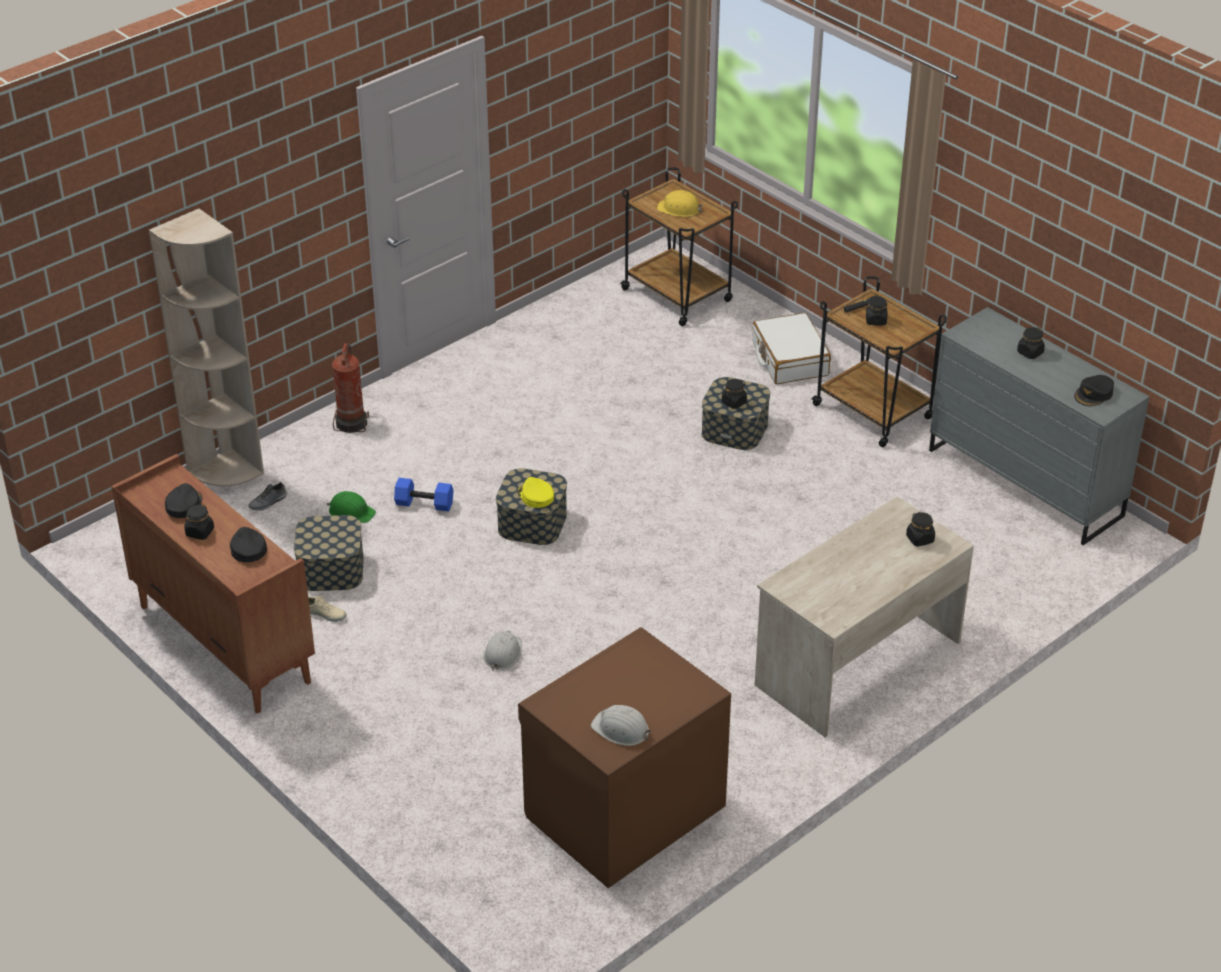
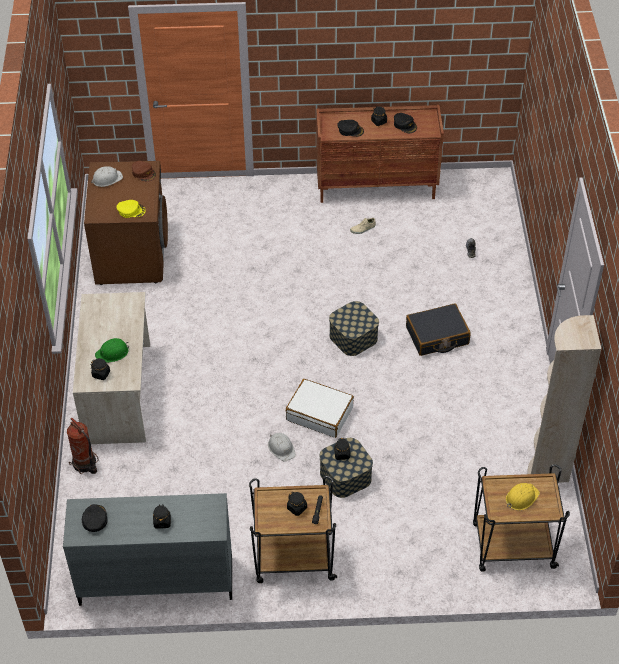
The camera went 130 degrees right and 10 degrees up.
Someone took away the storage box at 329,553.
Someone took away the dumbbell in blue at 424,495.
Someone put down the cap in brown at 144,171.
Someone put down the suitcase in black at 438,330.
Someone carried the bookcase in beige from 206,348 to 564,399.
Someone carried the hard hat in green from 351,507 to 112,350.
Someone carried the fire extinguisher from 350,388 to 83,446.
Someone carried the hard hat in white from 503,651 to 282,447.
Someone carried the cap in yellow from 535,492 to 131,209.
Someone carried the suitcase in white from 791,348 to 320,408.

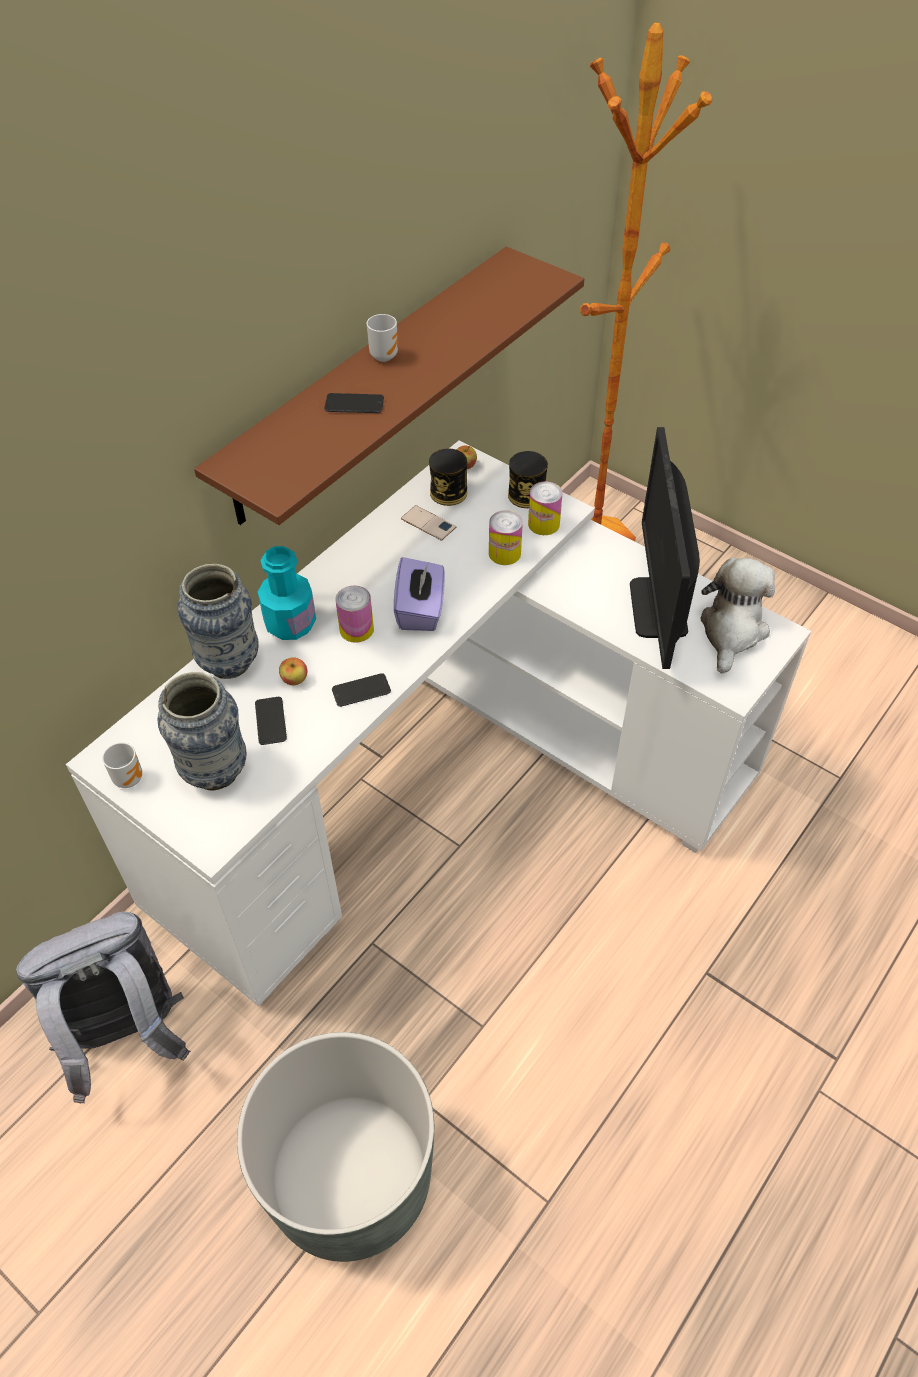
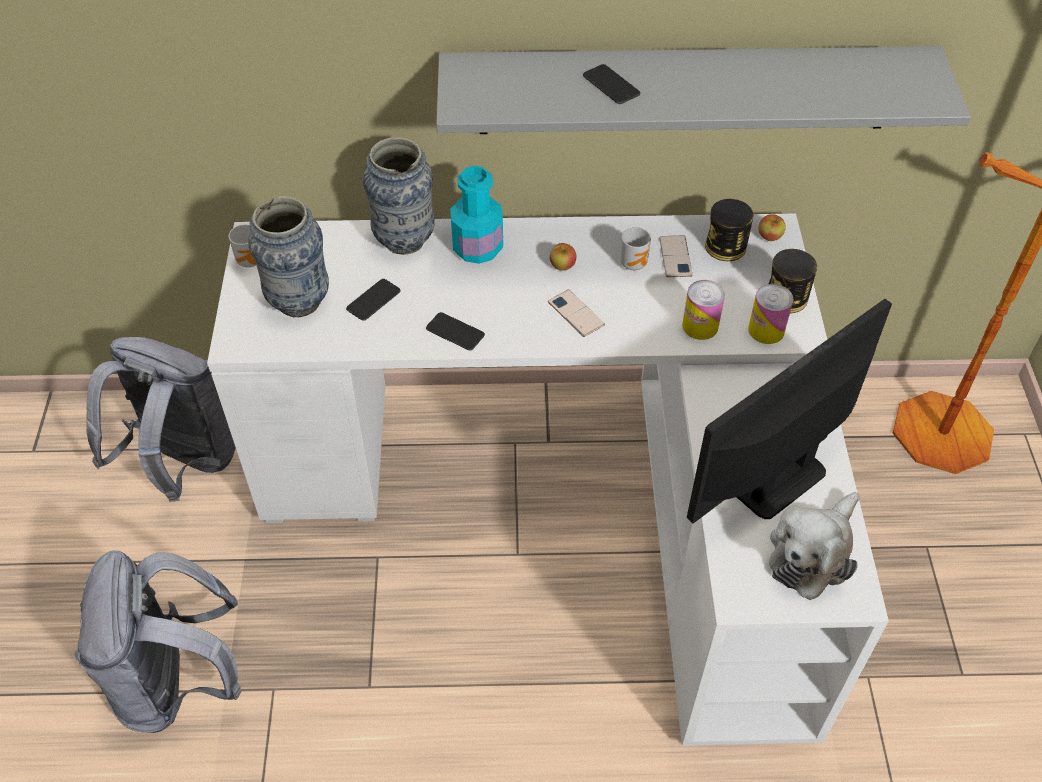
The camera went 50 degrees right and 0 degrees up.
Someone took away the can at 354,614.
Someone carried the apple from 293,671 to 563,257.
Someone carried the mug from 382,338 to 635,248.
Someone swapped the planter in grey at 335,1147 for the backpack in grey at 157,641.
Someone swapped the tissue box in purple at 419,594 for the phone at 576,313.
Someone repainted the shelf in brown at 389,385, which became the shelf in grey at 703,90.
Someone rotated the plush toy at 737,616 by 150 degrees clockwise.

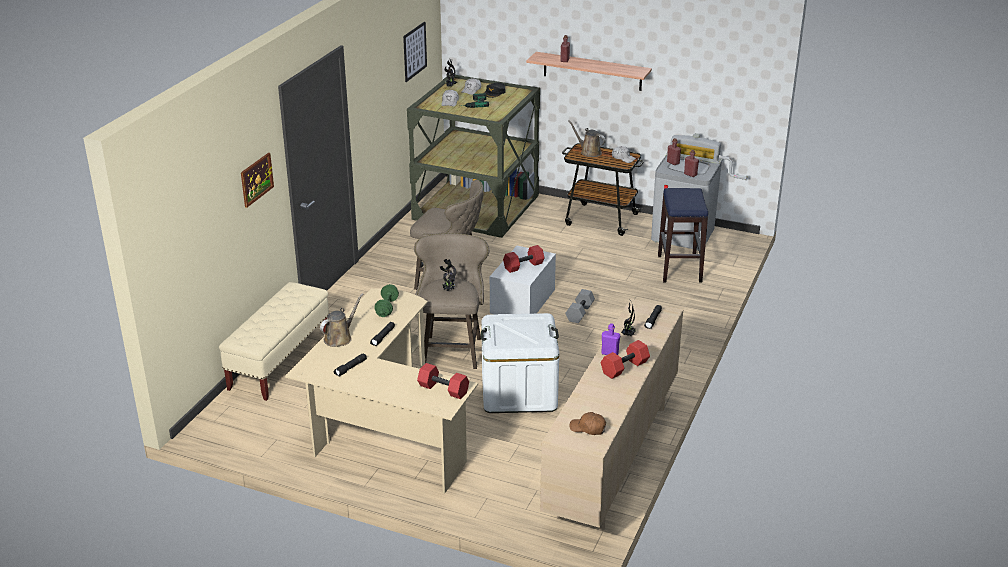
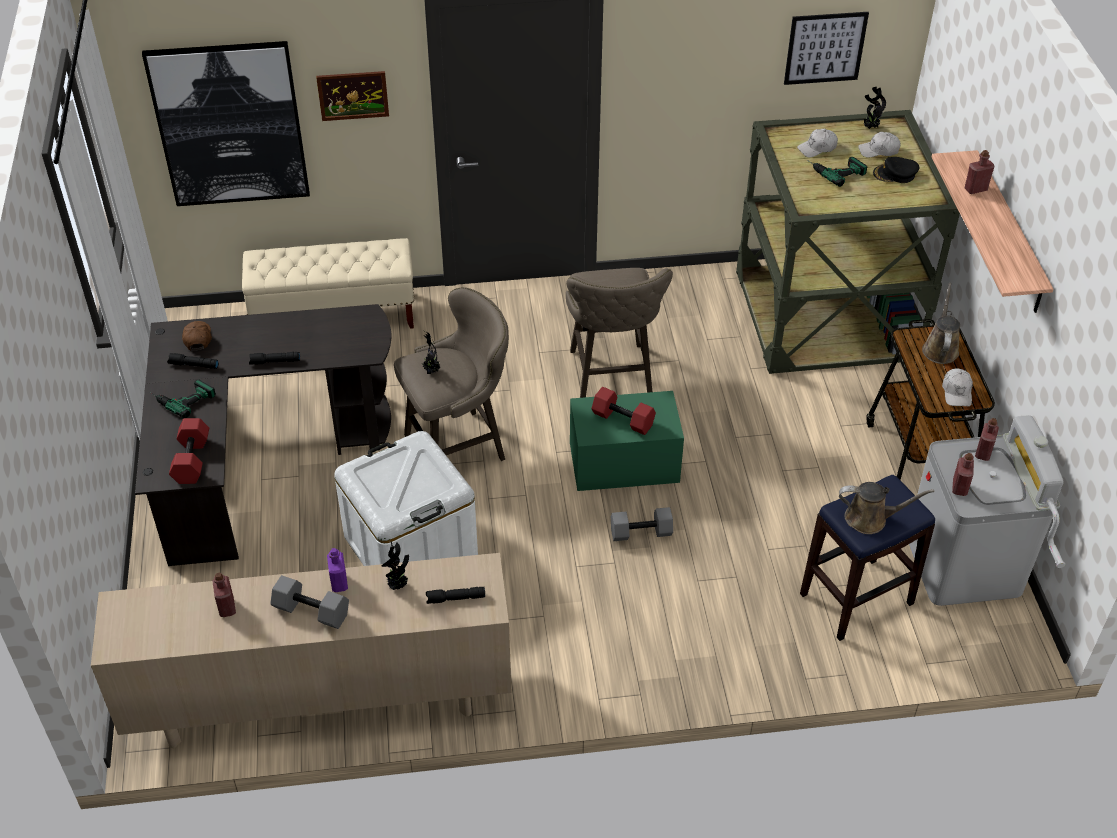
The camera went 60 degrees right and 15 degrees up.
Someone took away the dumbbell in green at 387,300.
Someone put up the picture at 226,123.
Someone put down the power drill at 183,398.
Someone put down the bottle in red at 224,595.
Someone carried the watering can in brown from 341,320 to 886,508.
Someone carried the cap in brown from 588,423 to 197,336.
Someone repainted the desk in beige at 381,391, which became the desk in black at 263,435.
Someone repainted the storage box in white at 523,280, which became the storage box in green at 627,441.
Someone repainted the dumbbell in red at 625,359, which became the dumbbell in grey at 309,602.

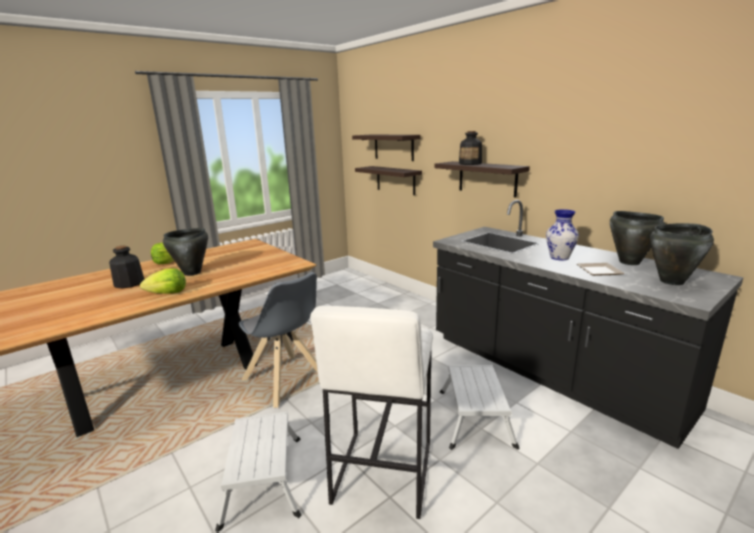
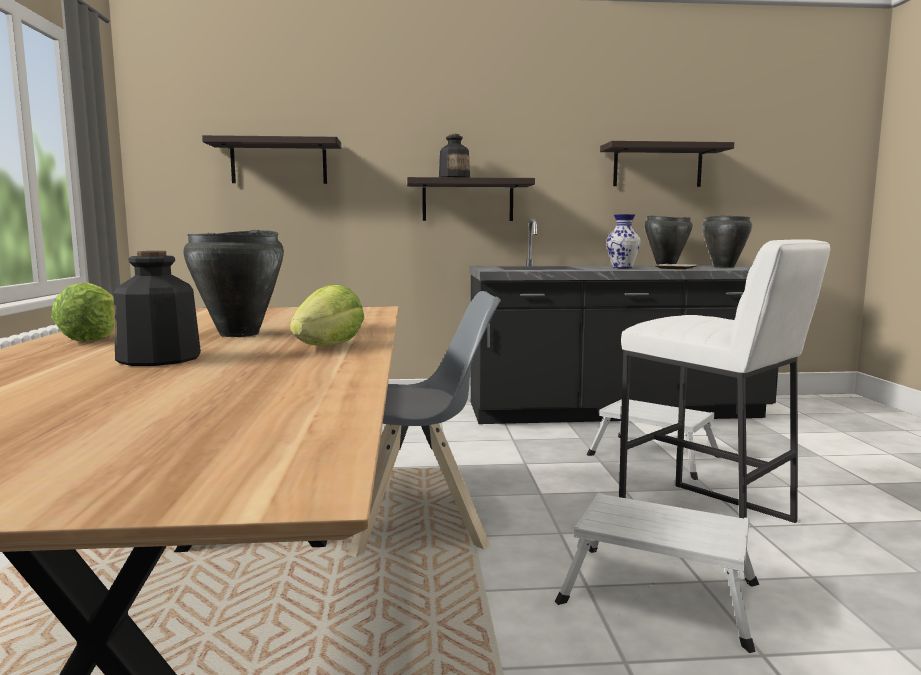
The camera went 55 degrees left and 10 degrees down.
Someone carried the shelf from 388,180 to 667,164.

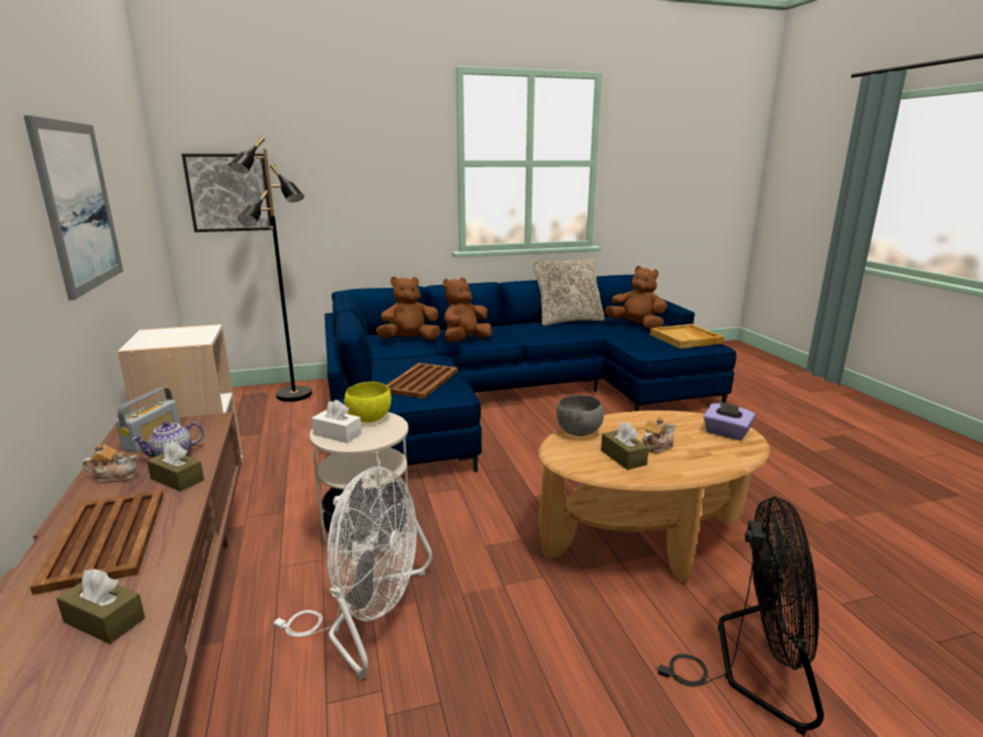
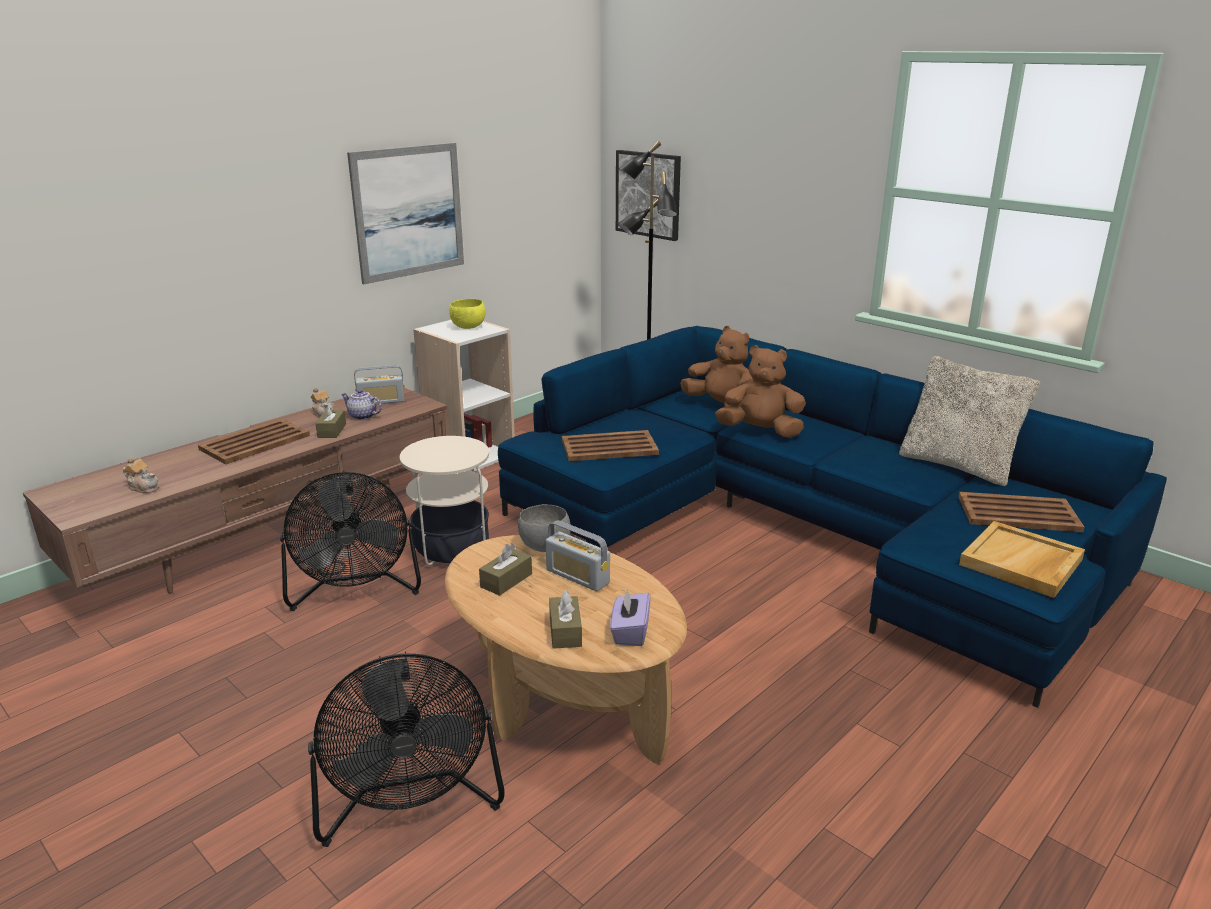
The camera went 60 degrees right and 5 degrees up.
Someone took away the tissue box in white at 337,421.
Someone put down the radio at 578,555.
Someone carried the tissue box in brown from 100,606 to 565,619.
Someone carried the bowl in yellow from 367,402 to 467,314.
Someone carried the teapot from 659,435 to 141,475.
Someone swapped the plush toy in brown at 636,297 for the tray in brown at 1021,512.
Someone repainted the fan in white at 352,573, which became the fan in black at 350,541.

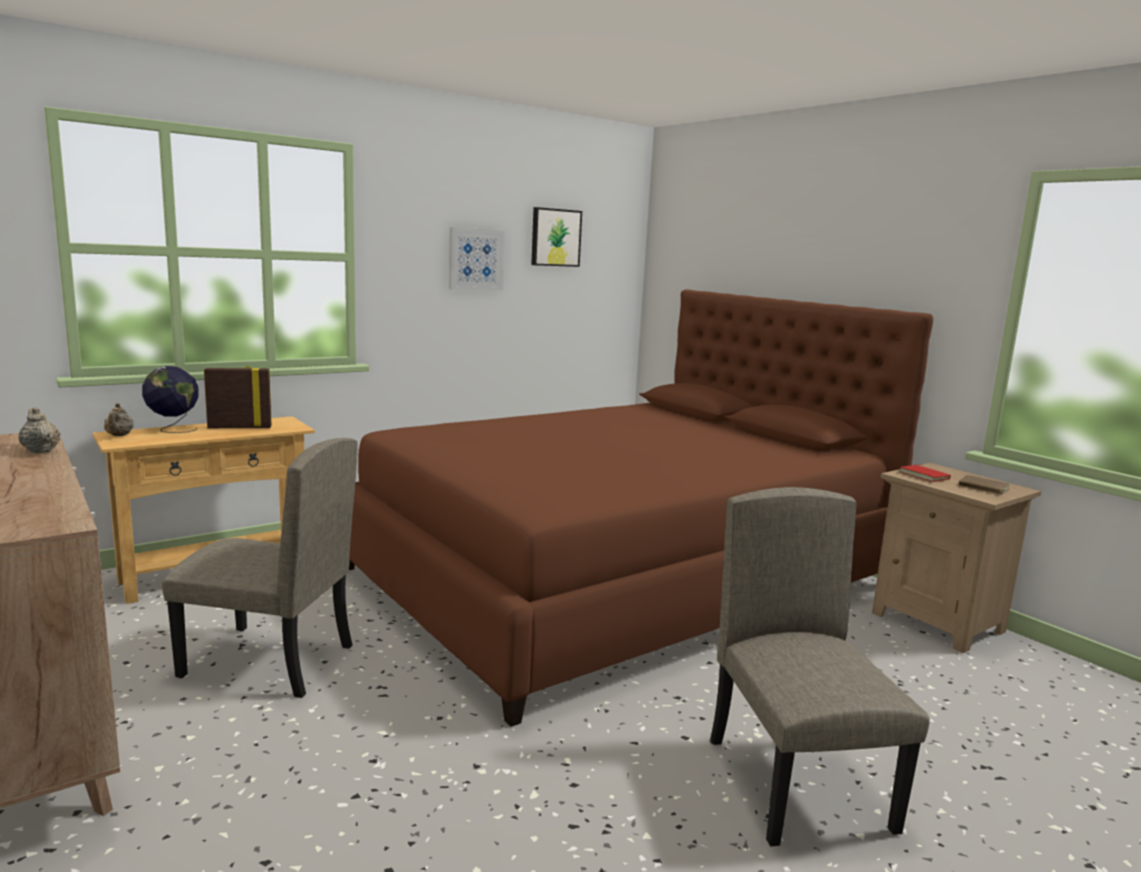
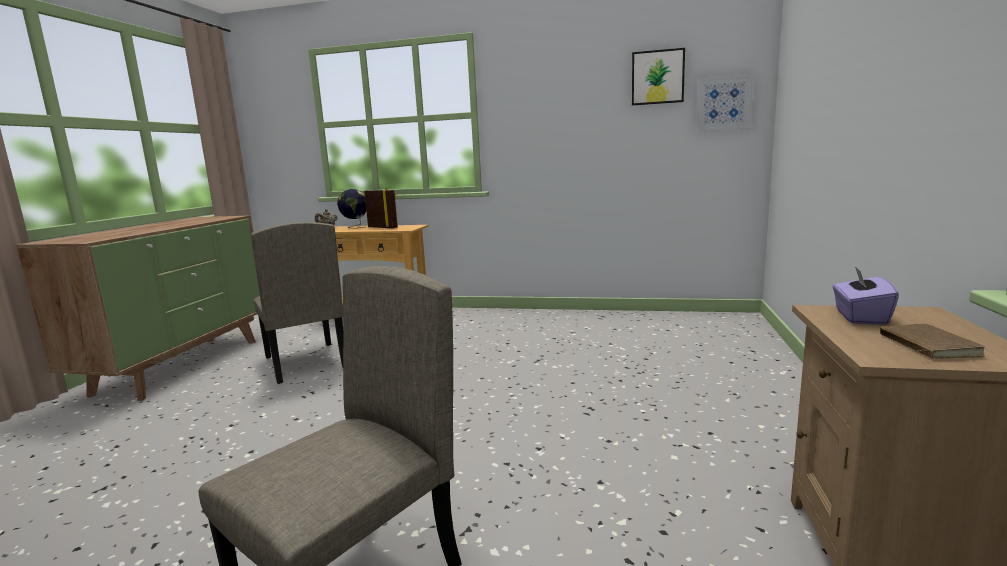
The camera went 50 degrees right and 0 degrees up.
Someone took away the teapot in beige at 39,430.
Someone took away the bed in brown at 641,508.
Someone carried the picture from 477,258 to 725,102.
Someone swapped the book in red at 925,473 for the tissue box in purple at 866,295.

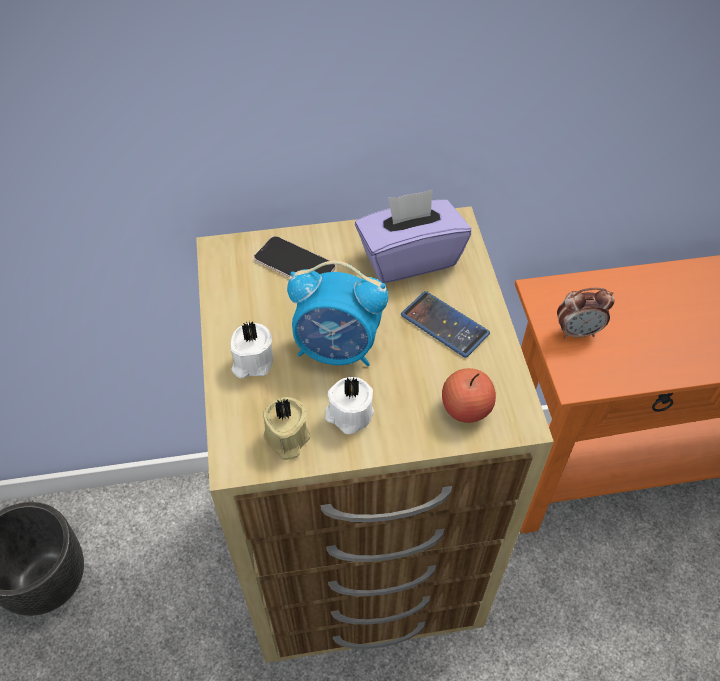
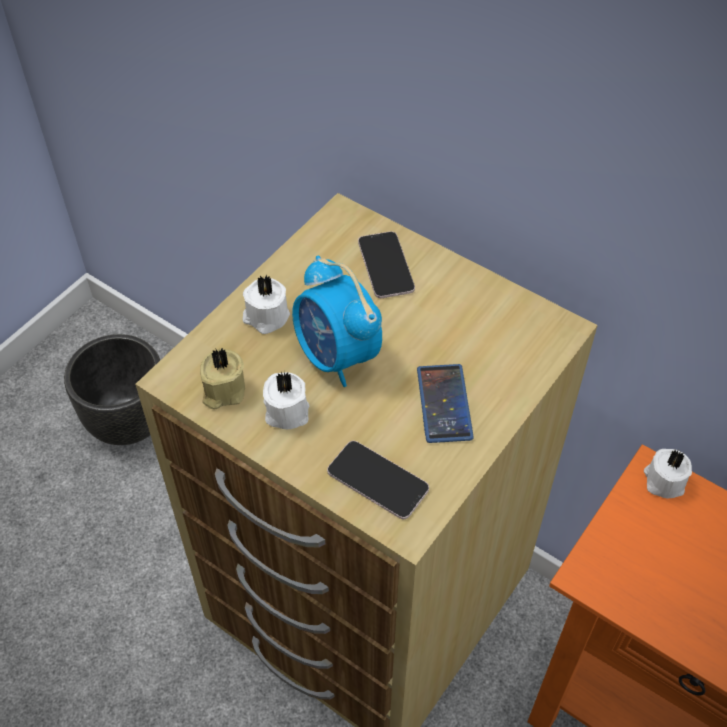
The camera went 45 degrees right and 0 degrees up.
Someone took away the tissue box in purple at 413,236.
Someone took away the alarm clock at 586,313.
Someone put down the candle in white at 668,473.
Someone swapped the apple at 469,395 for the phone at 378,480.

